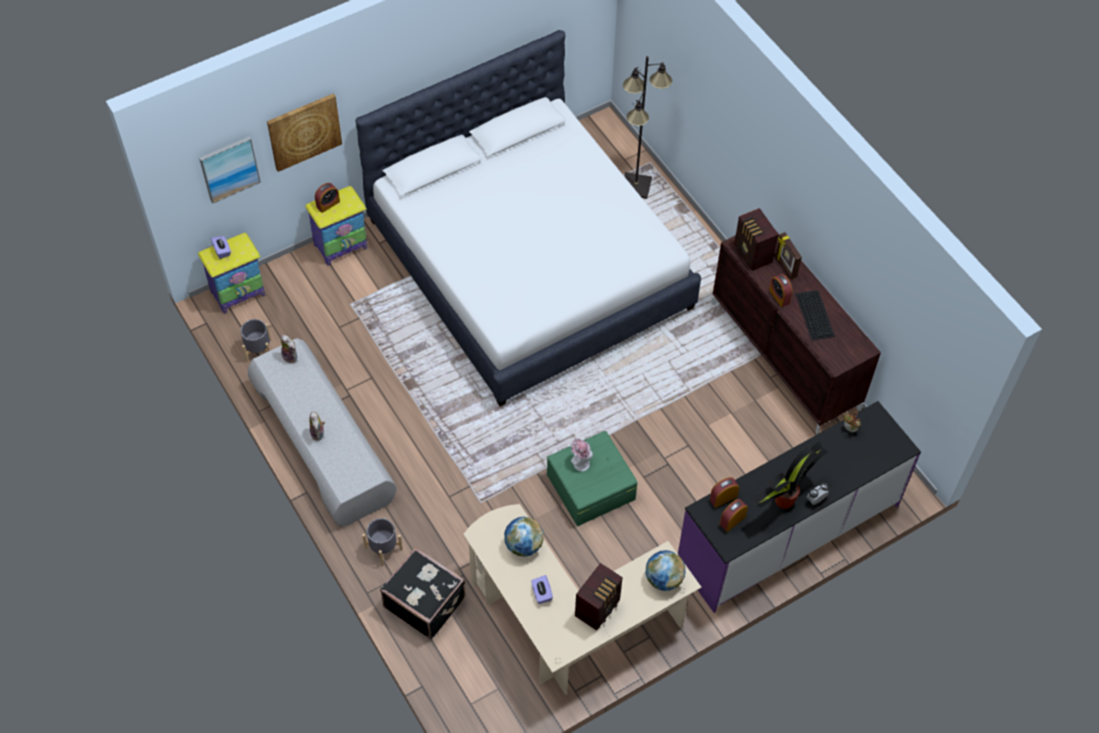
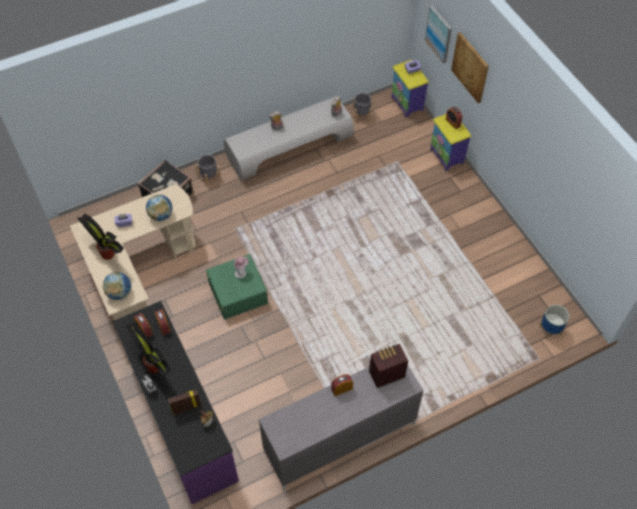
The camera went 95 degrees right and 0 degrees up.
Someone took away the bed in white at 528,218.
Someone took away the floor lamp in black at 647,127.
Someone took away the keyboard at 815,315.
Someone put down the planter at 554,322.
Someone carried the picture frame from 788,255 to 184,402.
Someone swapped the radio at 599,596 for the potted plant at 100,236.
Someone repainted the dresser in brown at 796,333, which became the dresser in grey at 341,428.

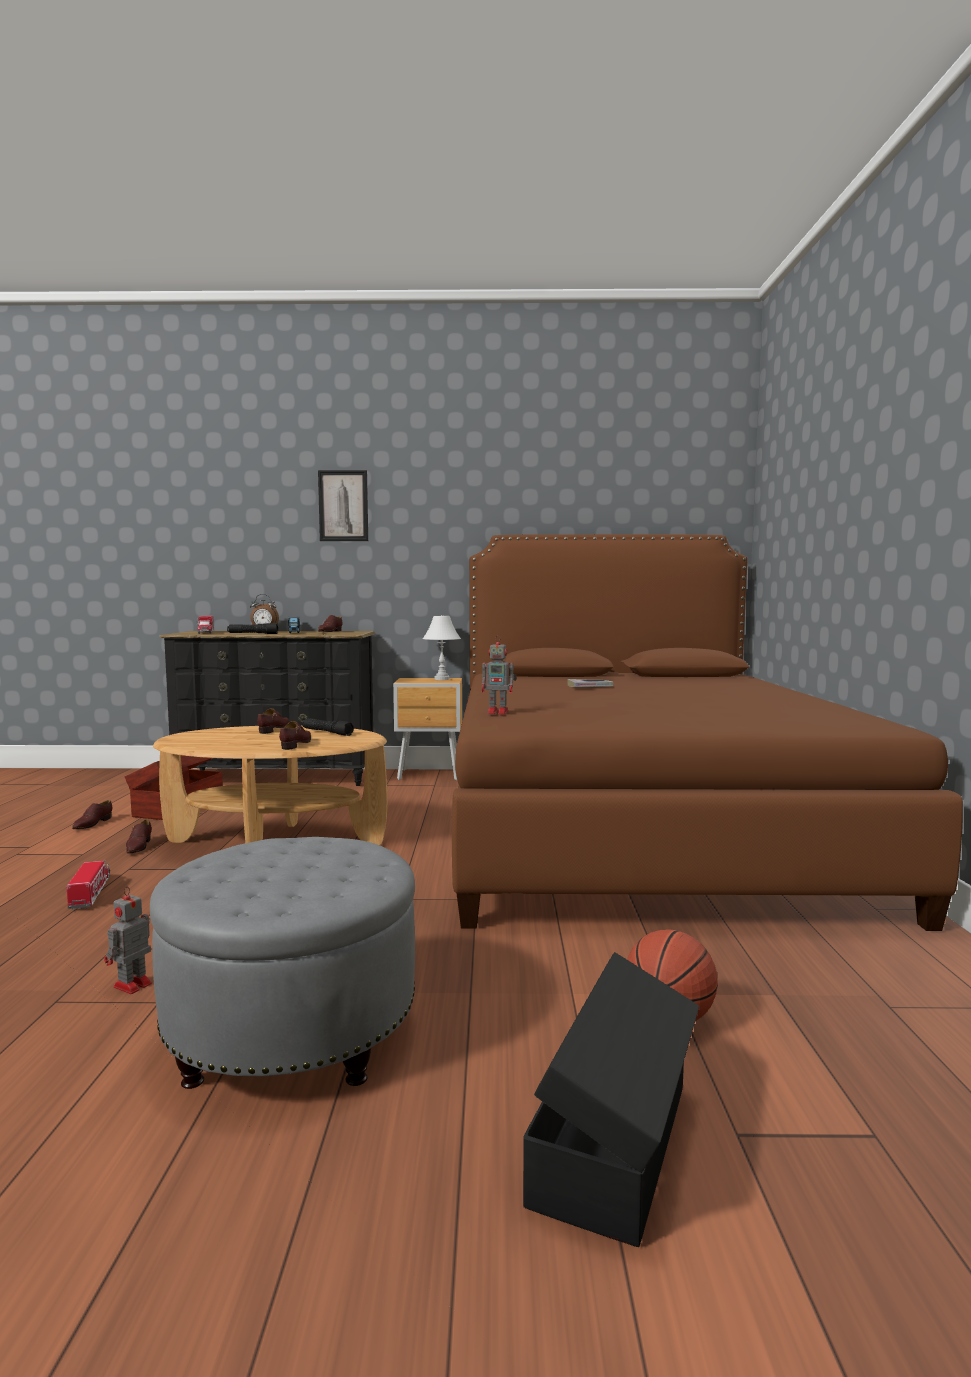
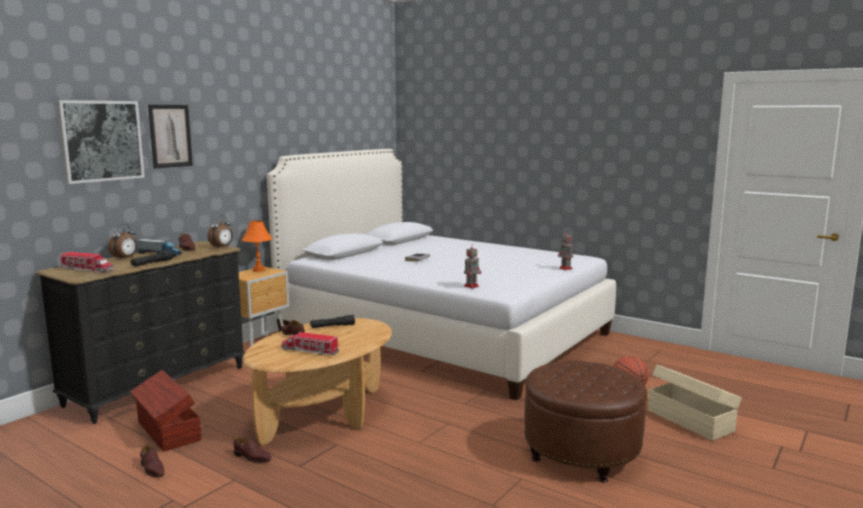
The camera went 55 degrees left and 5 degrees up.
Someone took away the shoe in brown at 295,735.
Someone put up the picture at 100,142.
Someone put down the alarm clock at 220,231.
Someone carried the toy truck from 88,885 to 310,343.
Someone carried the toy robot from 128,940 to 566,251.
Someone repainted the ottoman in grey at 282,963, which became the ottoman in brown at 585,422.
Someone repainted the table lamp in white at 442,647, which became the table lamp in orange at 257,246.
Someone repainted the bed in brown at 707,732, which became the bed in white at 441,274.
Someone repainted the storage box in black at 611,1099, which became the storage box in beige at 695,403.

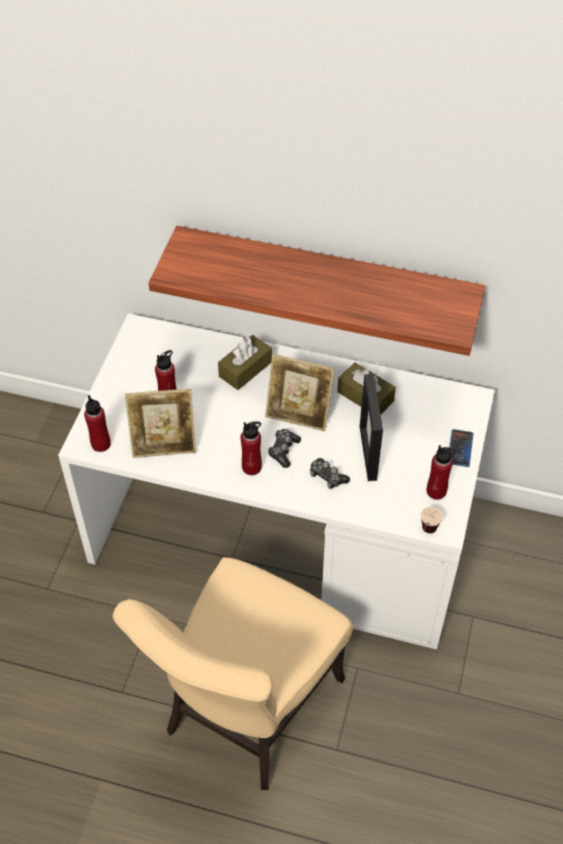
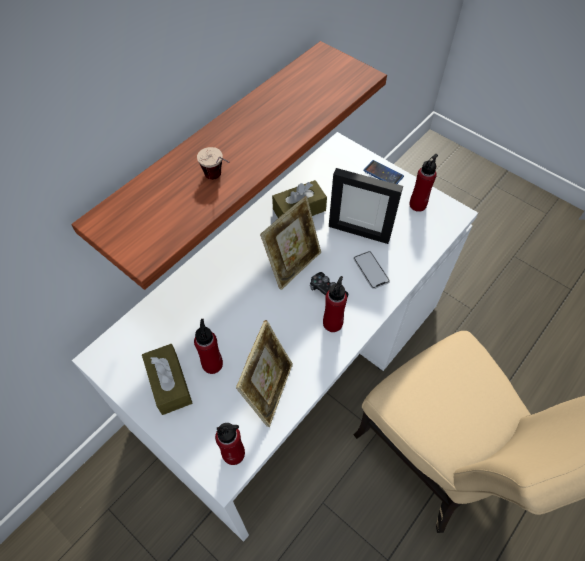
The camera went 65 degrees left and 5 degrees up.
Someone carried the tissue box in brown from 245,362 to 167,379.
Someone carried the cup from 432,520 to 213,163.
Someone swapped the game controller at 330,473 for the phone at 371,270.

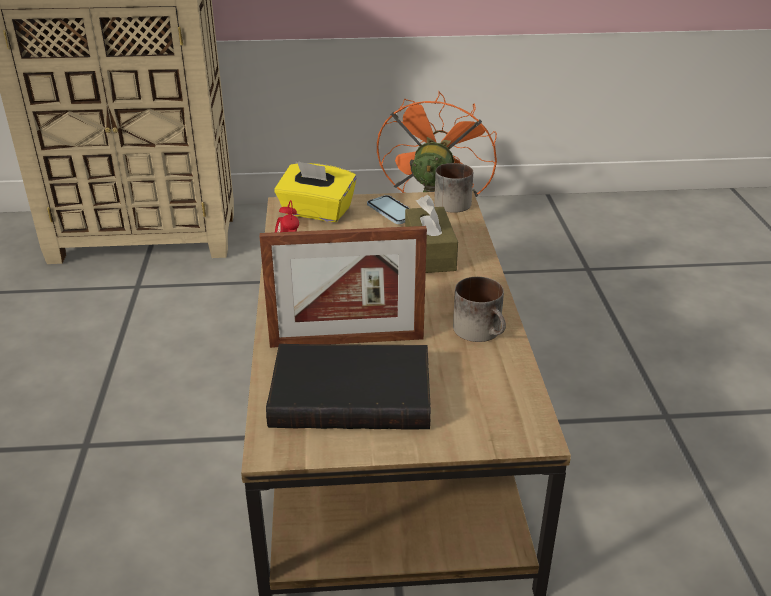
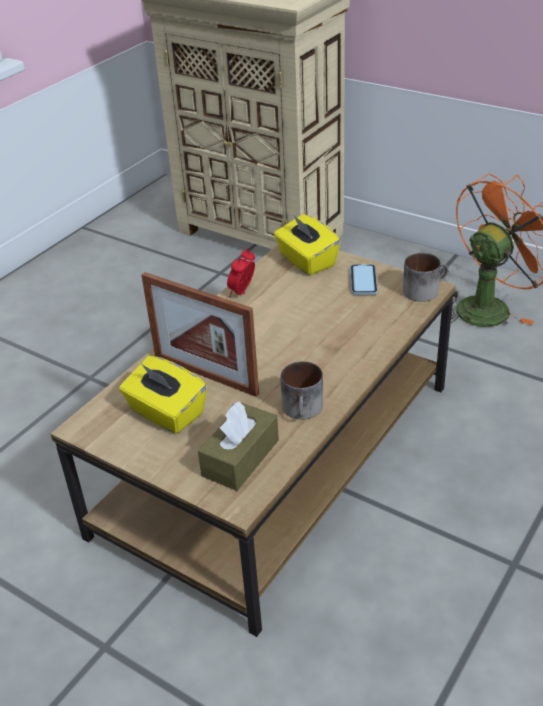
The camera went 40 degrees right and 5 degrees up.
Someone carried the tissue box in brown from 431,234 to 238,446.
Someone swapped the book in black at 348,387 for the tissue box in yellow at 163,395.

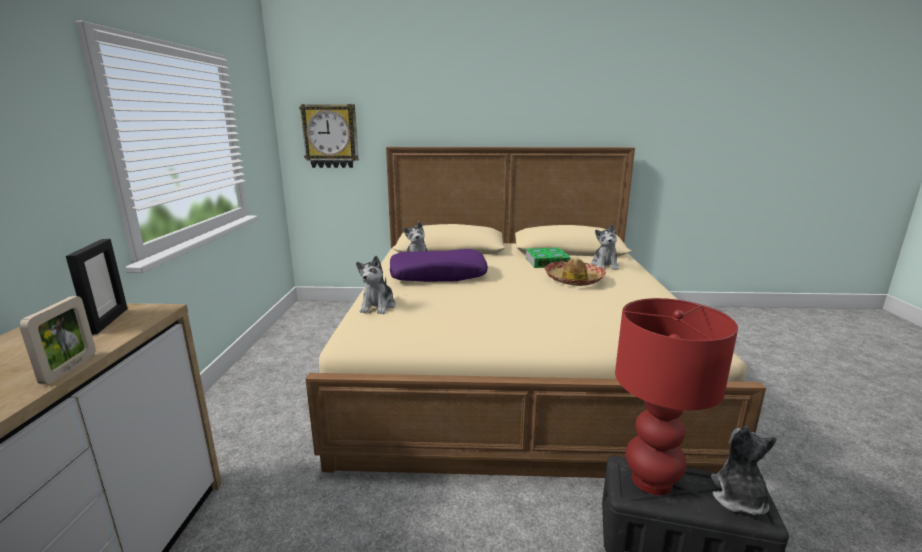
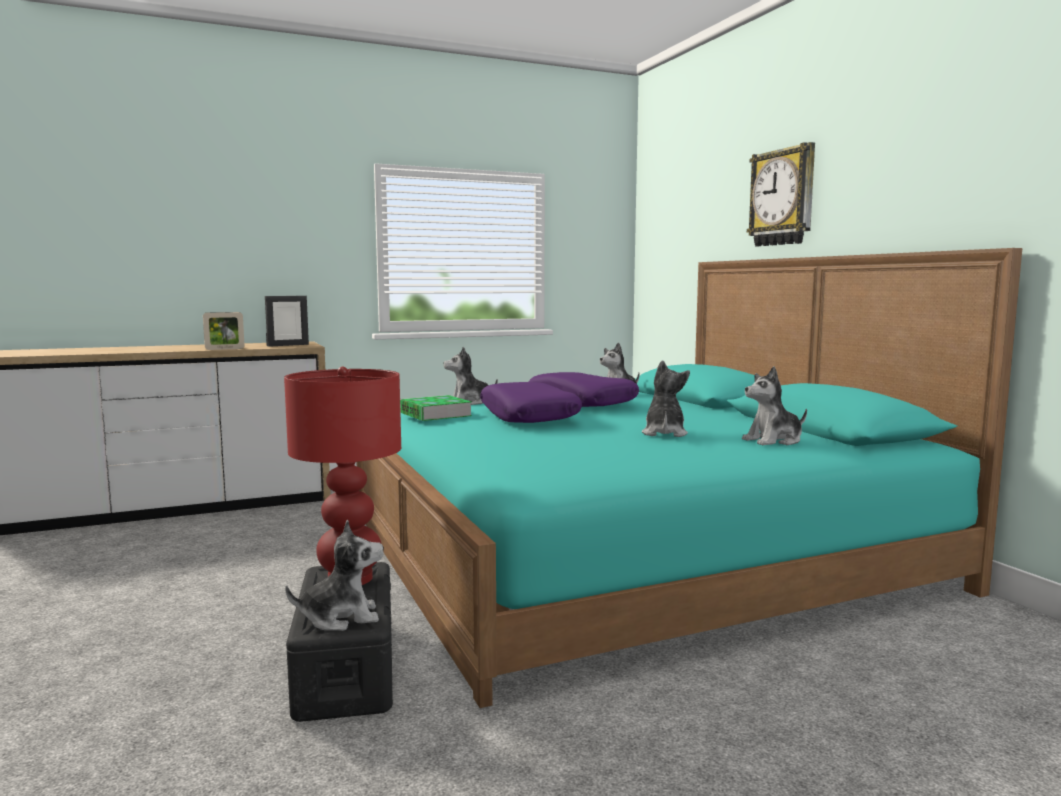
The camera went 65 degrees right and 10 degrees down.
Someone put down the pillow in purple at 531,402.
Someone carried the wall clock from 329,136 to 781,194.
Someone carried the book from 548,258 to 436,408.
Someone swapped the hat at 575,271 for the plush toy at 665,398.
Someone repainted the bed in beige at 535,312, which became the bed in turquoise at 689,478.

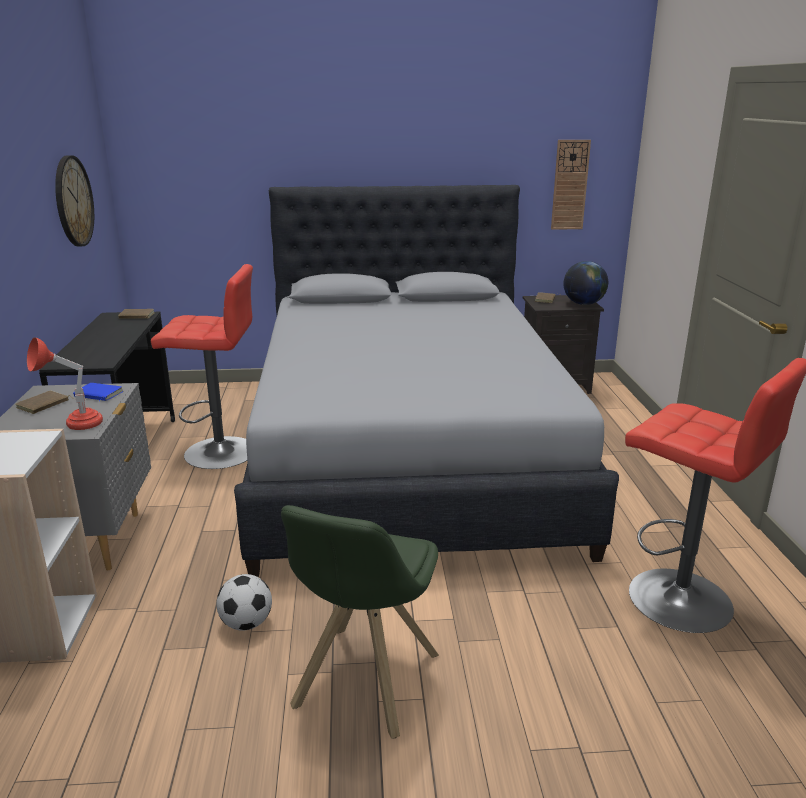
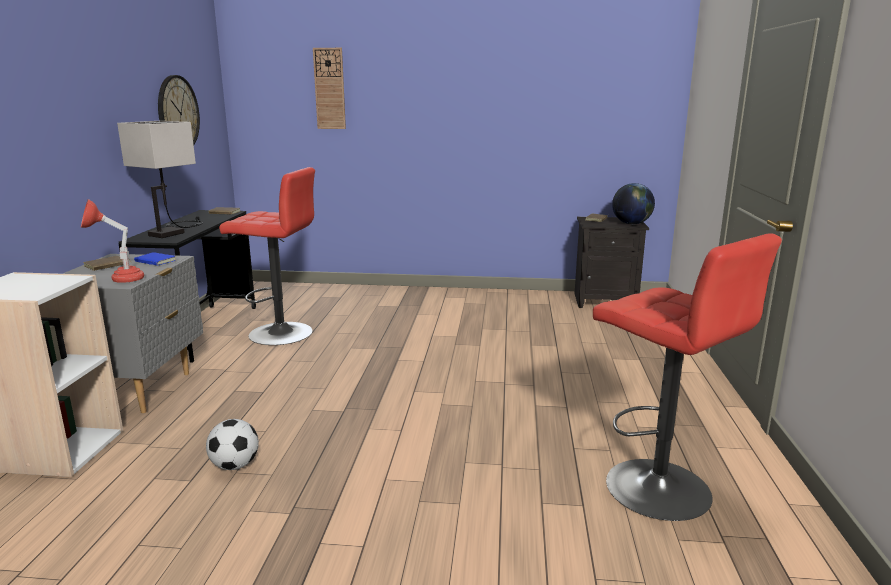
The camera went 10 degrees right and 5 degrees down.
Someone took away the bed in grey at 426,381.
Someone took away the chair in green at 360,622.
Someone put down the table lamp at 160,179.
Someone carried the wall clock from 571,185 to 329,88.

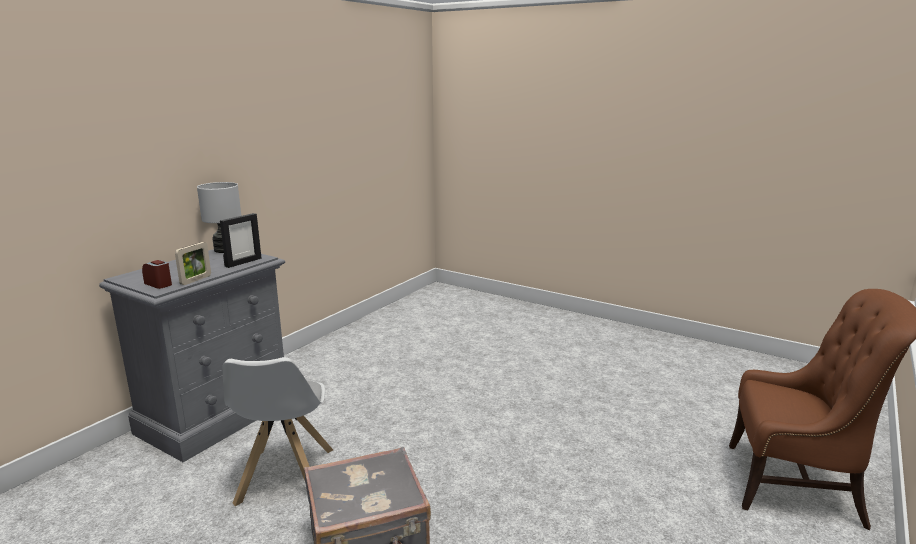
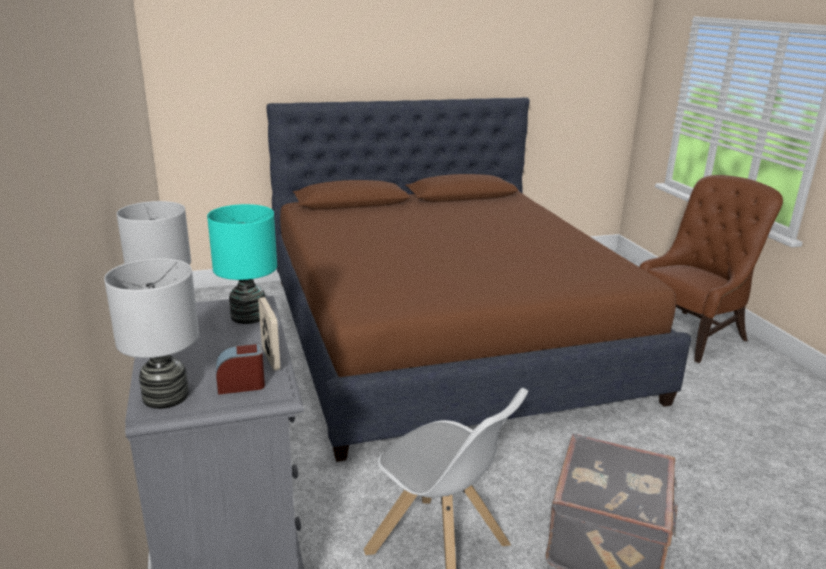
The camera went 50 degrees left and 5 degrees up.
Someone put down the table lamp in grey at 151,333.
Someone put down the bed in brown at 478,279.
Someone swapped the picture frame at 241,240 for the table lamp in turquoise at 242,264.

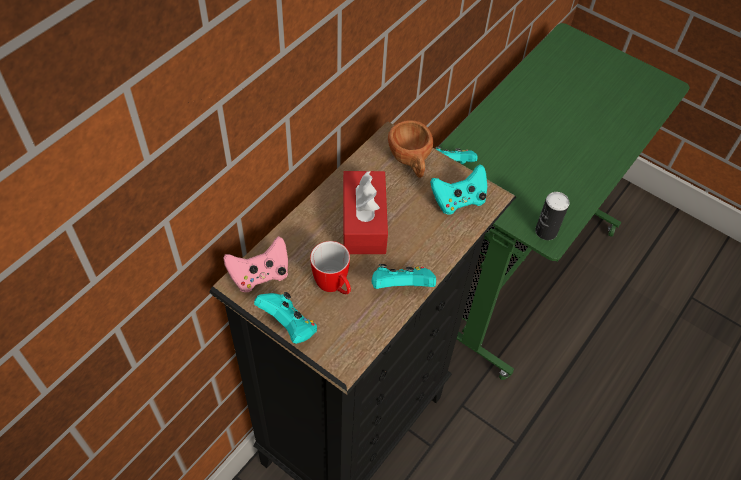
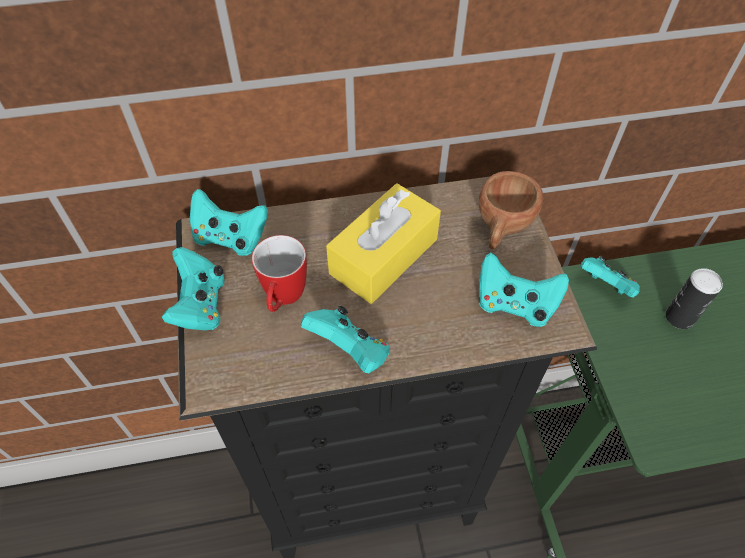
The camera went 45 degrees right and 0 degrees up.
Someone carried the can from 552,216 to 694,298.
Someone repainted the game controller in pink at 255,264, which became the game controller in turquoise at 229,222.
Someone repainted the tissue box in red at 365,212, which became the tissue box in yellow at 383,244.

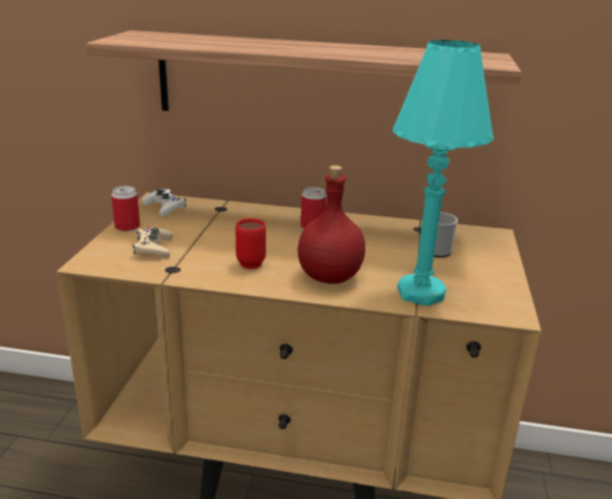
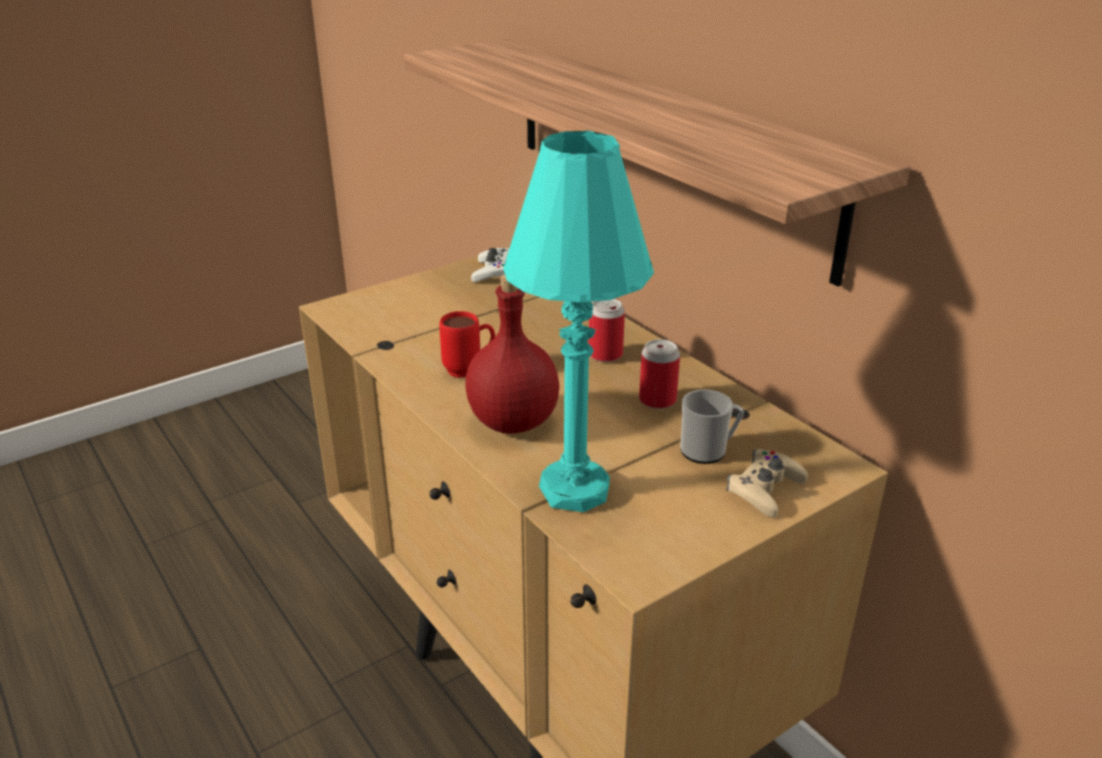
The camera went 45 degrees right and 5 degrees up.
Someone carried the can from 125,209 to 659,374.
Someone carried the game controller in beige from 153,242 to 767,483.

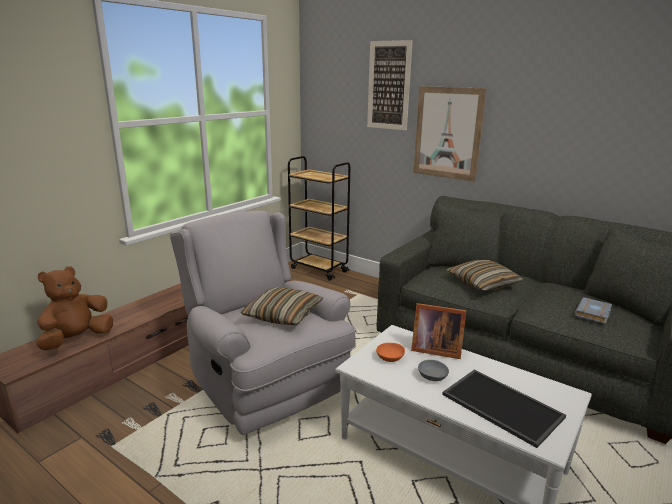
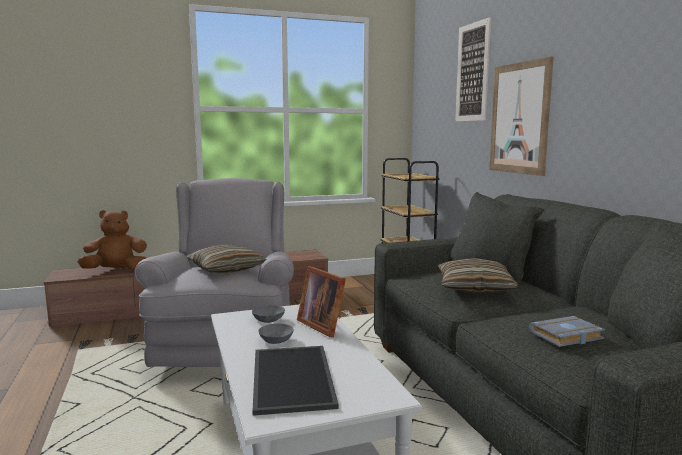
The camera went 35 degrees right and 10 degrees down.
Someone repainted the bowl in orange at 390,352, which became the bowl in grey at 268,314.

